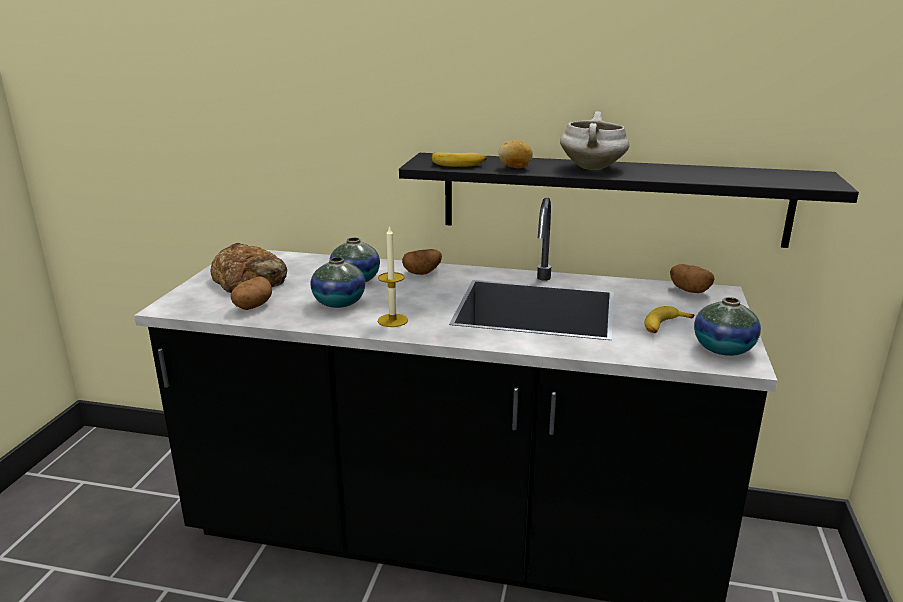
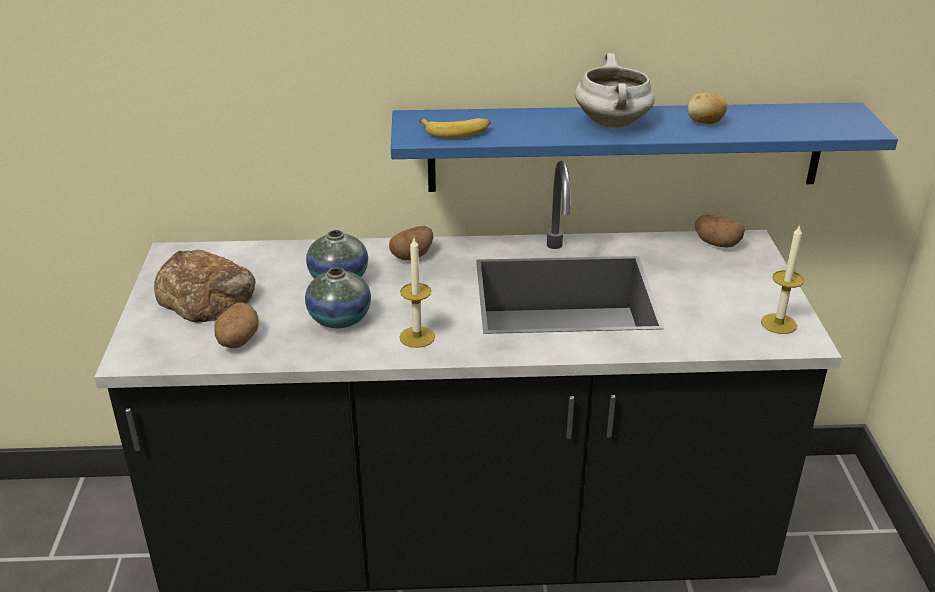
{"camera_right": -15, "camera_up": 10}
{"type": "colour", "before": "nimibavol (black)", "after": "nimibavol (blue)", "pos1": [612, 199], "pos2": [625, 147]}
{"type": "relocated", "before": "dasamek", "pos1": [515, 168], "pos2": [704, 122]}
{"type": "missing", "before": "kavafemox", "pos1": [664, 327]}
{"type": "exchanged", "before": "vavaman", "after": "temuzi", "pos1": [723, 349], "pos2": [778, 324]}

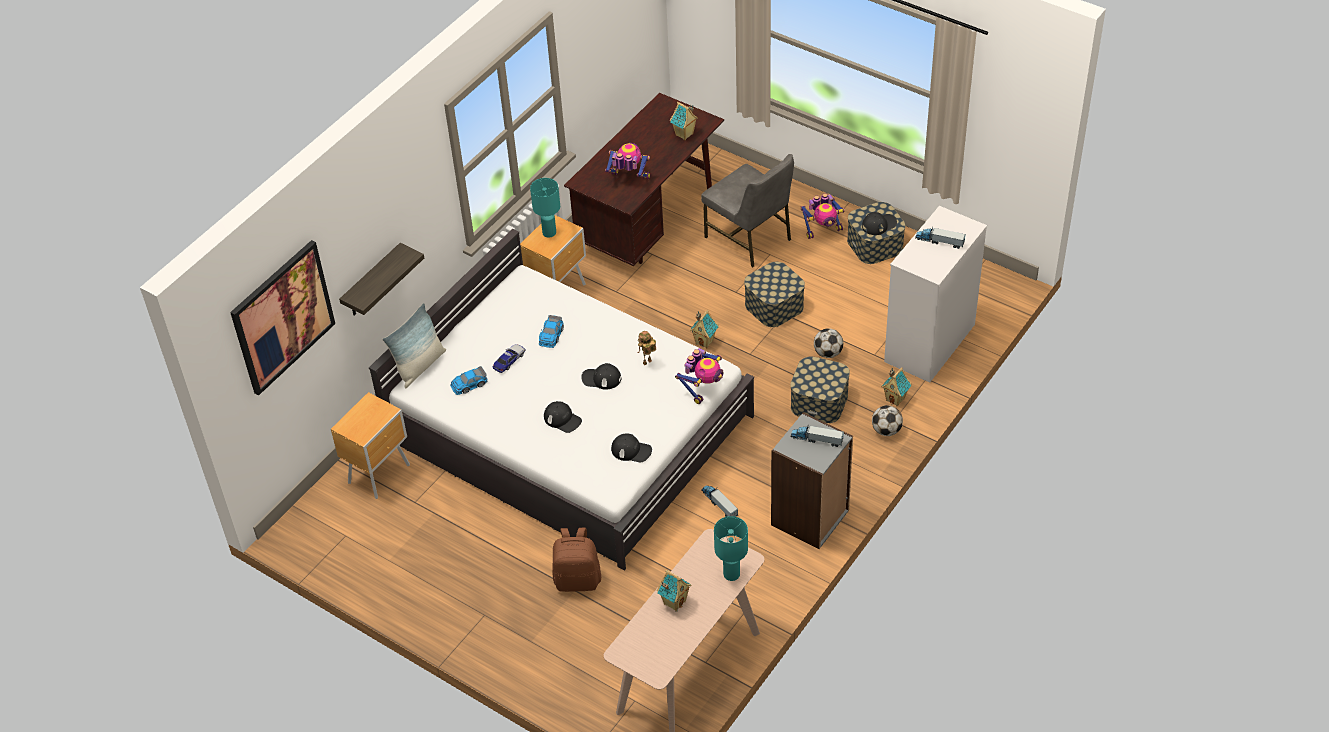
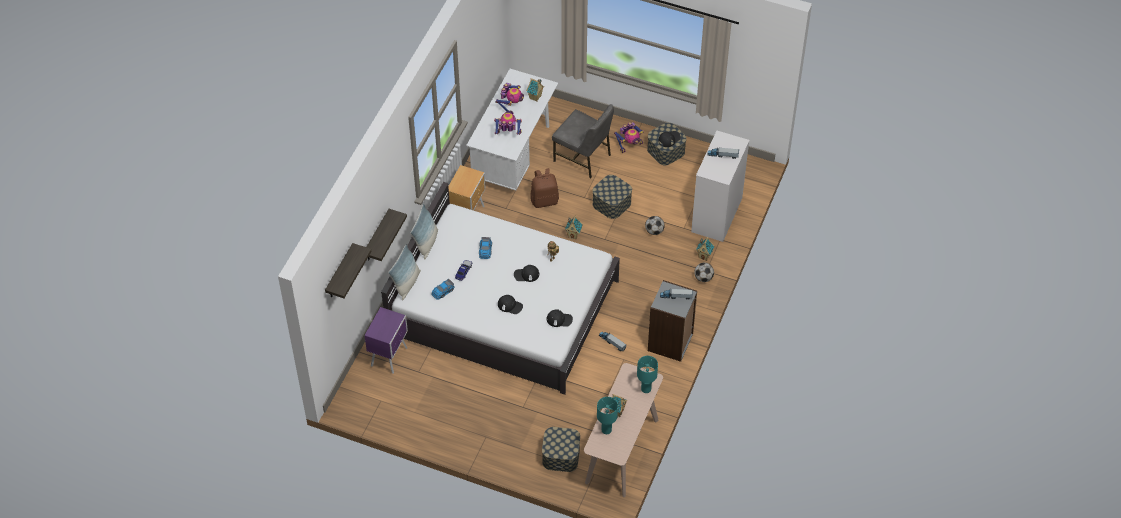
{"camera_right": -15, "camera_up": 5}
{"type": "exchanged", "before": "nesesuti", "after": "nimibavol", "pos1": [282, 317], "pos2": [339, 273]}
{"type": "colour", "before": "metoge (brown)", "after": "metoge (purple)", "pos1": [380, 473], "pos2": [390, 356]}
{"type": "relocated", "before": "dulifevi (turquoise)", "pos1": [549, 233], "pos2": [606, 430]}
{"type": "relocated", "before": "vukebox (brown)", "pos1": [577, 579], "pos2": [544, 200]}
{"type": "colour", "before": "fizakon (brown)", "after": "fizakon (white)", "pos1": [649, 223], "pos2": [514, 156]}
{"type": "relocated", "before": "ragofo", "pos1": [703, 388], "pos2": [511, 106]}
{"type": "relocated", "before": "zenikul", "pos1": [819, 401], "pos2": [561, 455]}
{"type": "appeared", "after": "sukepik", "pos2": [426, 243]}

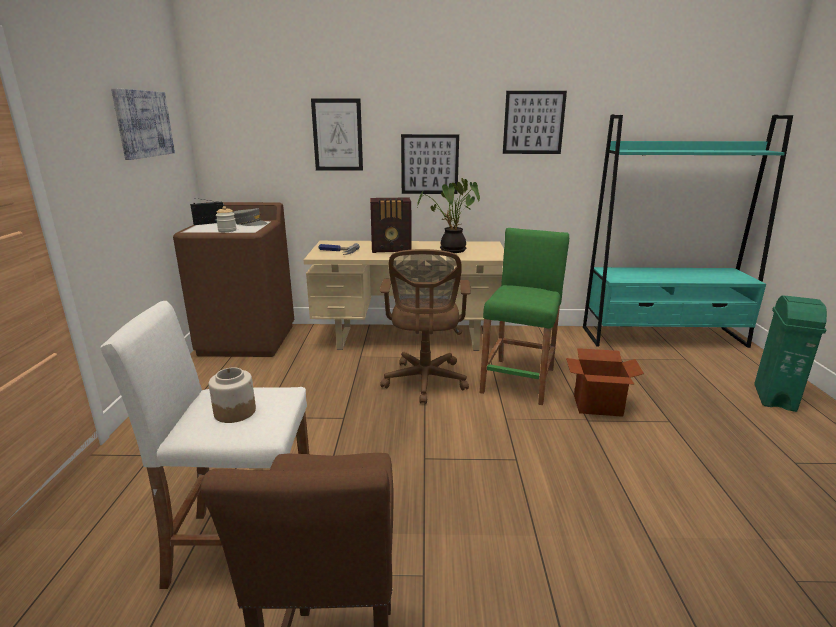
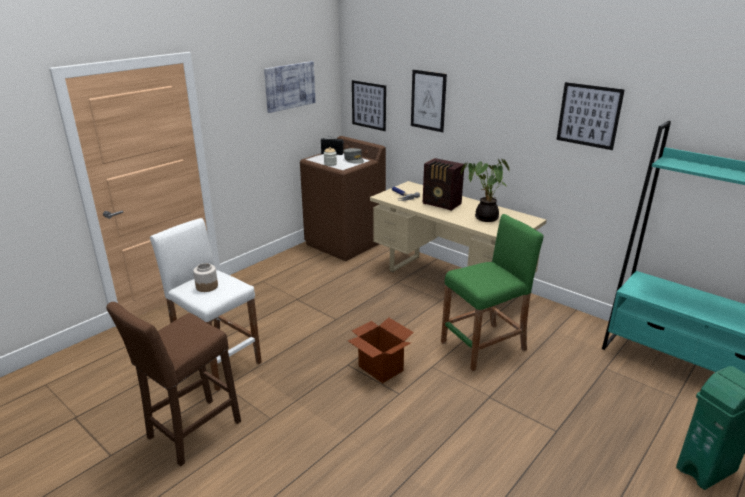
{"camera_right": 40, "camera_up": 5}
{"type": "missing", "before": "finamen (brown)", "pos1": [425, 382]}
{"type": "relocated", "before": "nesesuti", "pos1": [429, 164], "pos2": [369, 105]}
{"type": "relocated", "before": "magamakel", "pos1": [597, 406], "pos2": [380, 368]}

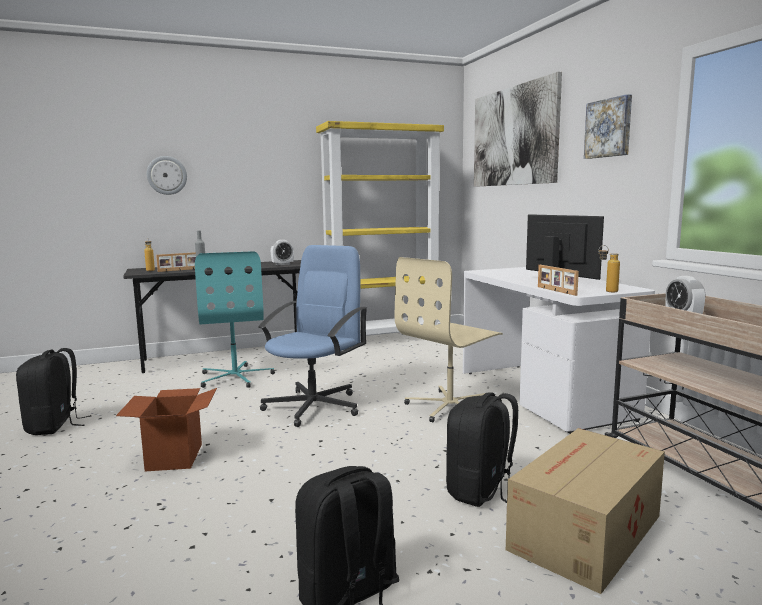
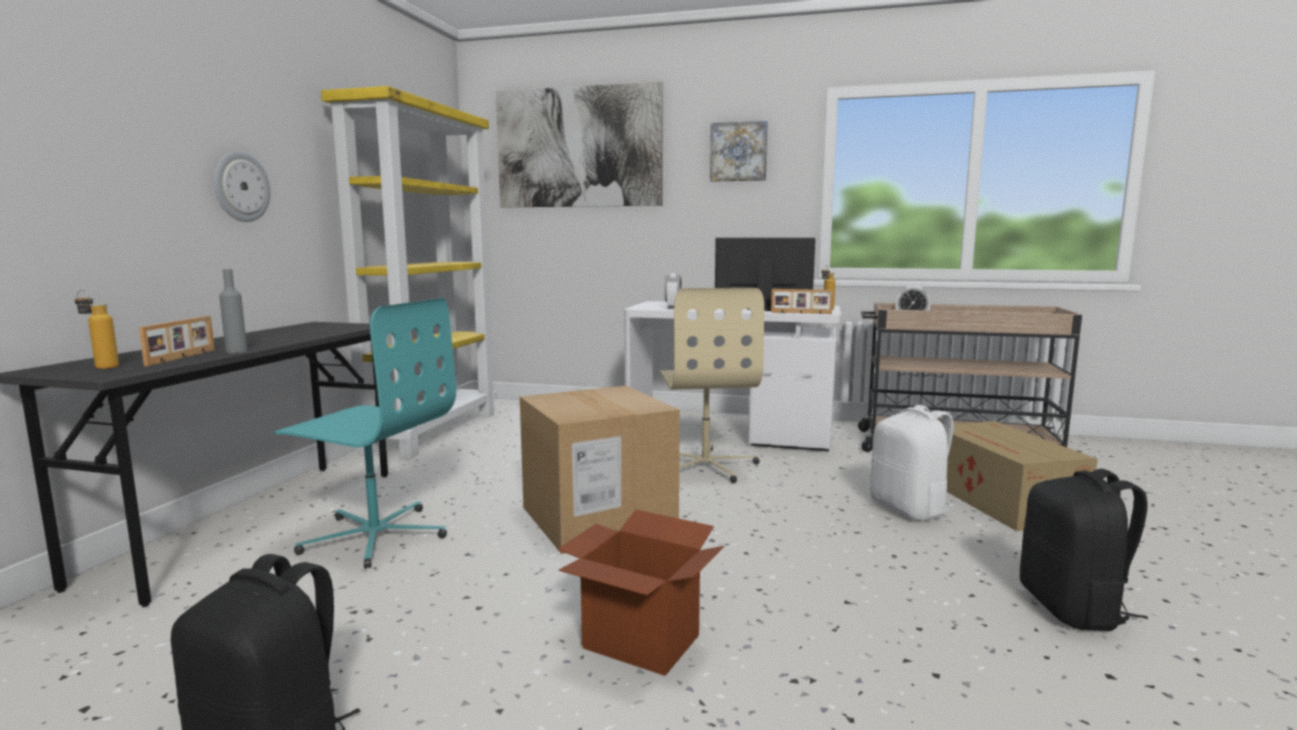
{"camera_right": -55, "camera_up": 0}
{"type": "relocated", "before": "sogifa", "pos1": [167, 175], "pos2": [241, 187]}
{"type": "exchanged", "before": "finamen (blue)", "after": "magamakel", "pos1": [314, 406], "pos2": [598, 518]}
{"type": "relocated", "before": "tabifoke", "pos1": [282, 264], "pos2": [673, 308]}
{"type": "colour", "before": "vukebox (black)", "after": "vukebox (white)", "pos1": [481, 492], "pos2": [910, 509]}

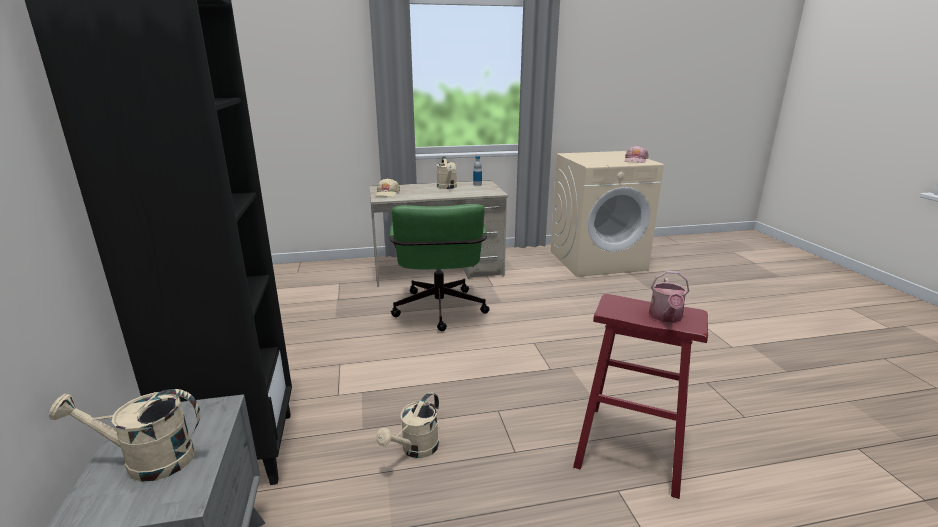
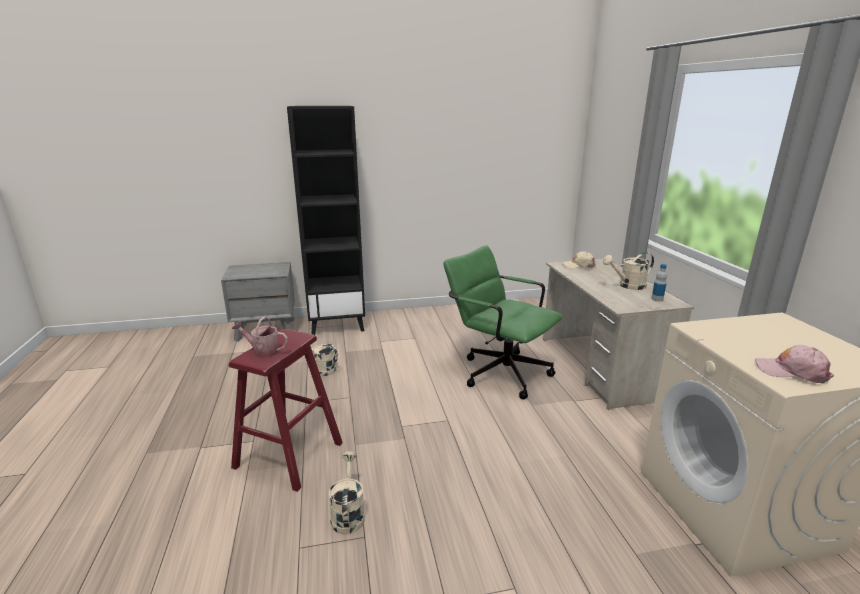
{"camera_right": 90, "camera_up": 0}
{"type": "relocated", "before": "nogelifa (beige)", "pos1": [148, 460], "pos2": [348, 513]}
{"type": "spun", "before": "finamen (green)", "pos1": [439, 313], "pos2": [498, 371], "turn": 45}

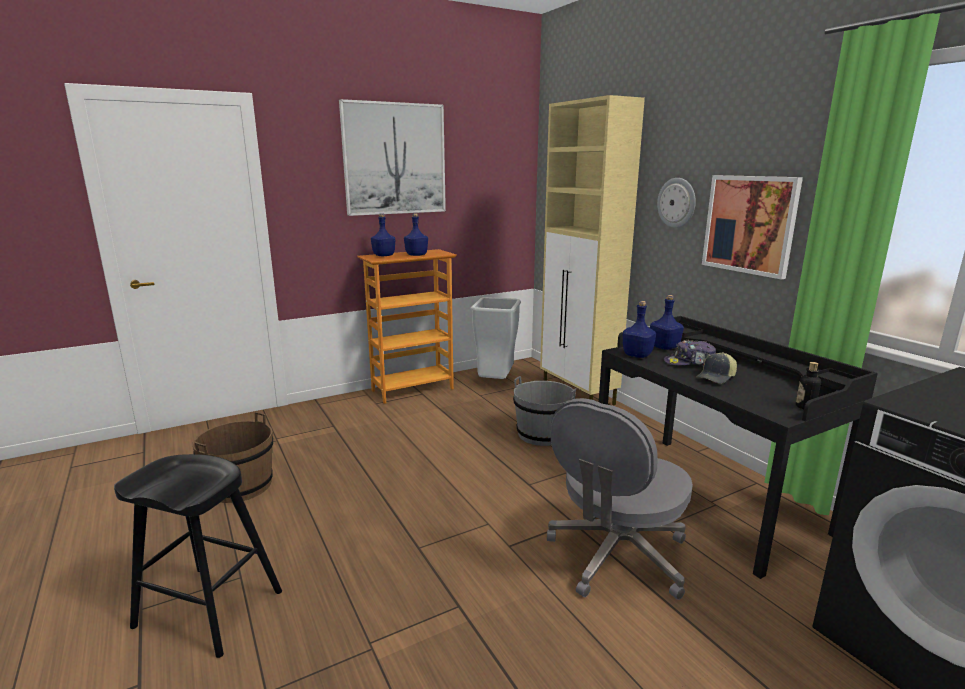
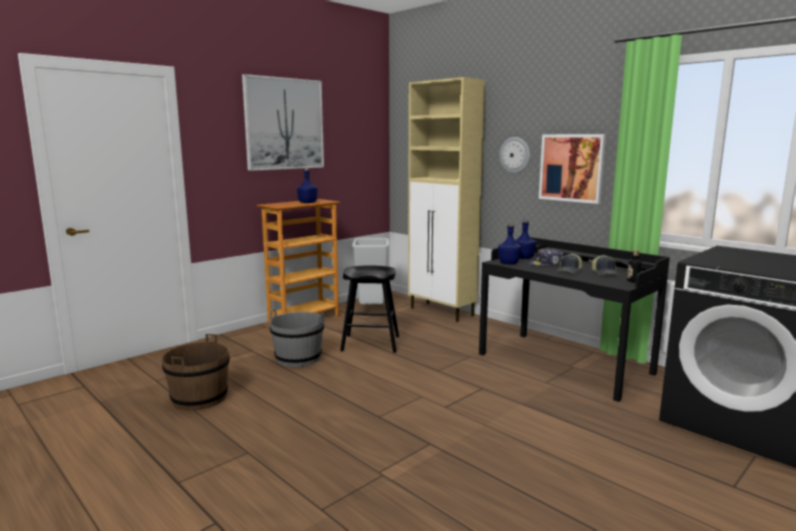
{"camera_right": -15, "camera_up": -5}
{"type": "relocated", "before": "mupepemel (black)", "pos1": [208, 609], "pos2": [370, 343]}
{"type": "missing", "before": "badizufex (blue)", "pos1": [383, 255]}
{"type": "relocated", "before": "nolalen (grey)", "pos1": [542, 434], "pos2": [298, 358]}
{"type": "missing", "before": "finamen (grey)", "pos1": [616, 556]}
{"type": "appeared", "after": "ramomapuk", "pos2": [605, 273]}

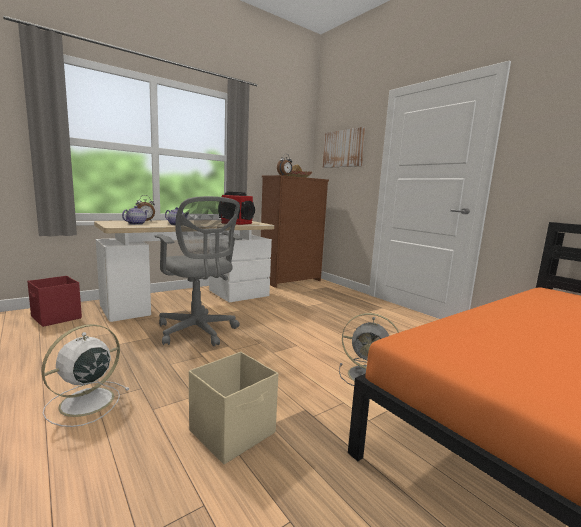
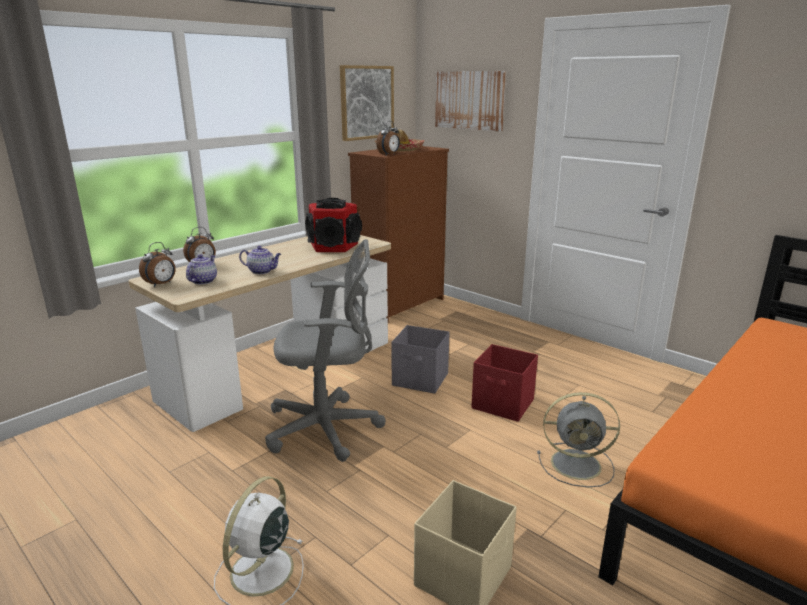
{"camera_right": -10, "camera_up": 10}
{"type": "relocated", "before": "zenikul (red)", "pos1": [56, 318], "pos2": [503, 404]}
{"type": "spun", "before": "finamen (grey)", "pos1": [198, 332], "pos2": [328, 428], "turn": -45}
{"type": "appeared", "after": "tabifoke", "pos2": [161, 284]}
{"type": "appeared", "after": "nesesuti", "pos2": [366, 102]}
{"type": "appeared", "after": "zenikul (grey)", "pos2": [421, 380]}

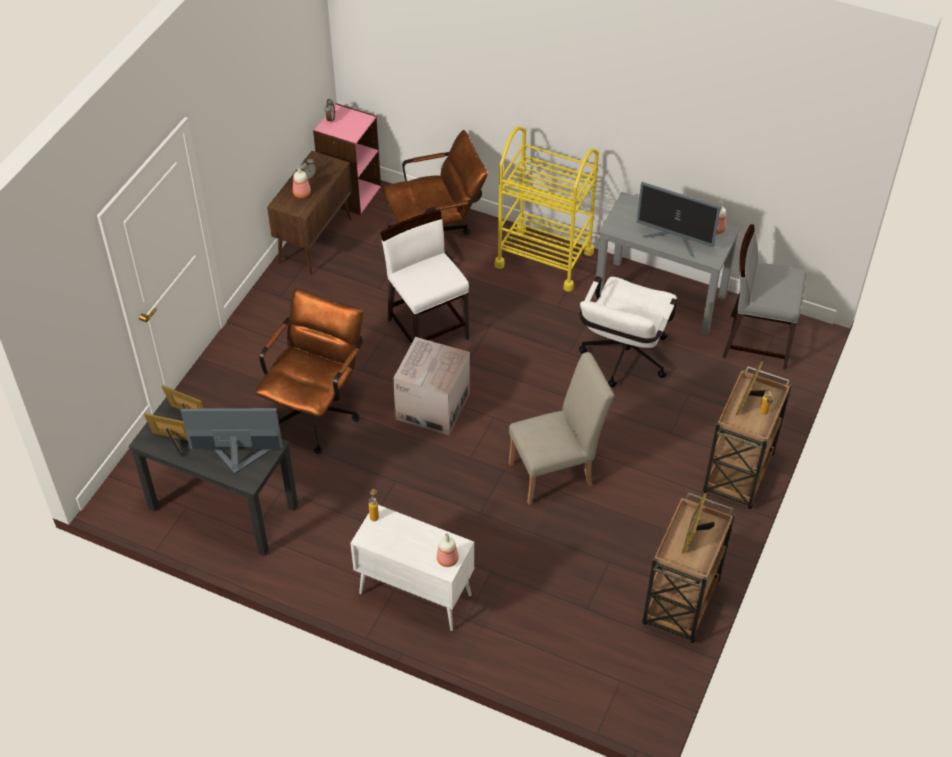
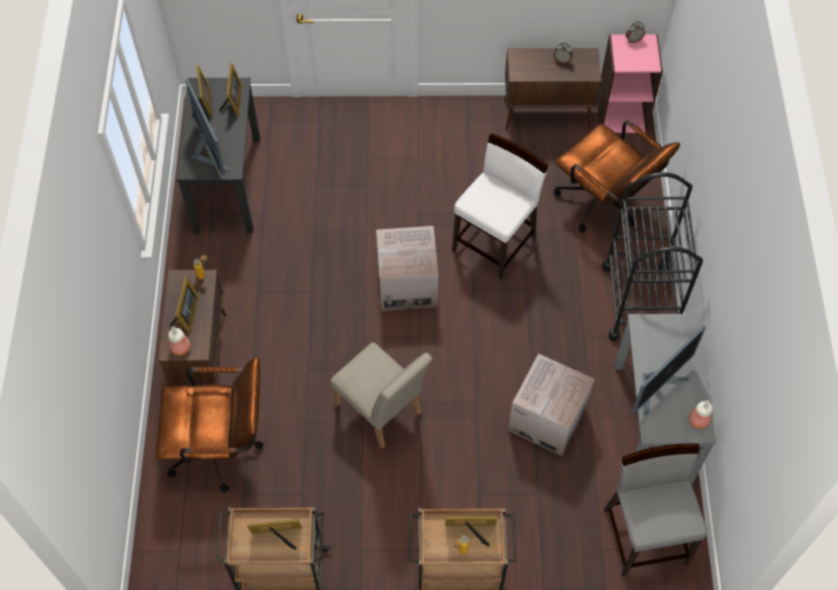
{"camera_right": 65, "camera_up": 10}
{"type": "relocated", "before": "finamen (brown)", "pos1": [316, 410], "pos2": [222, 448]}
{"type": "missing", "before": "badizufex", "pos1": [301, 193]}
{"type": "colour", "before": "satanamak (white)", "after": "satanamak (brown)", "pos1": [414, 594], "pos2": [202, 354]}
{"type": "colour", "before": "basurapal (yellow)", "after": "basurapal (black)", "pos1": [544, 259], "pos2": [639, 301]}
{"type": "exchanged", "before": "finamen (white)", "after": "magamakel", "pos1": [622, 361], "pos2": [547, 419]}
{"type": "spun", "before": "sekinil", "pos1": [674, 240], "pos2": [658, 386], "turn": -135}
{"type": "appeared", "after": "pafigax", "pos2": [187, 315]}

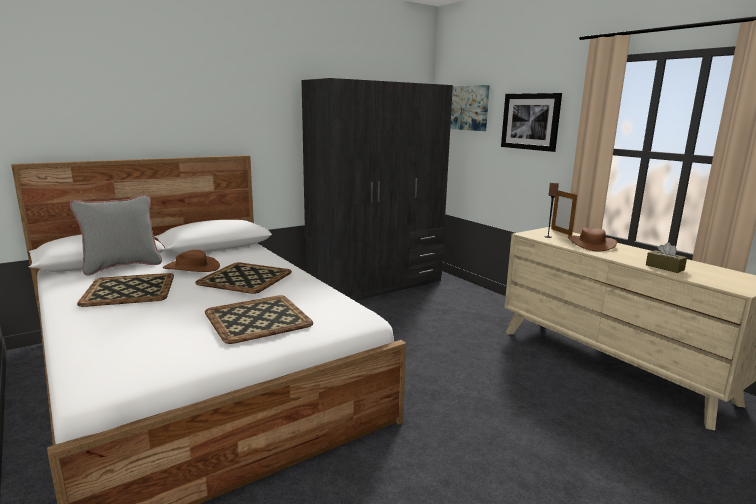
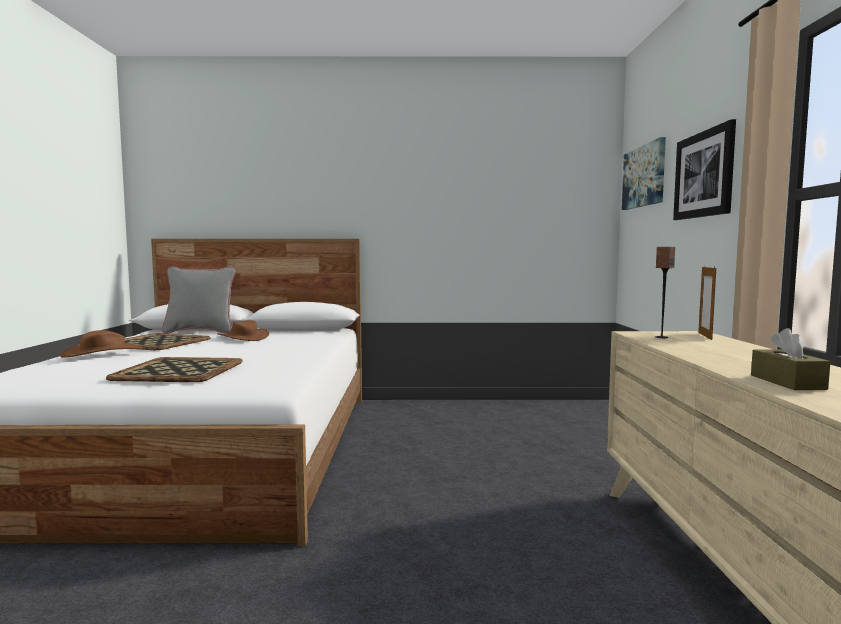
{"camera_right": 35, "camera_up": -10}
{"type": "missing", "before": "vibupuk", "pos1": [245, 278]}
{"type": "missing", "before": "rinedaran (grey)", "pos1": [376, 285]}
{"type": "relocated", "before": "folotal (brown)", "pos1": [591, 244], "pos2": [103, 352]}

